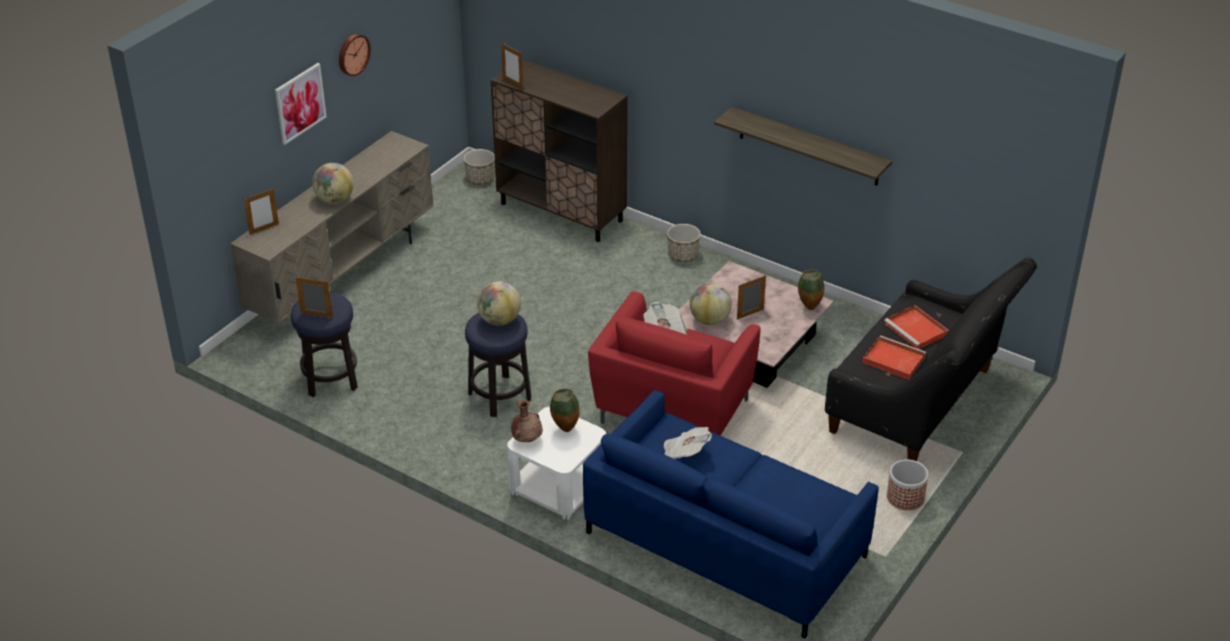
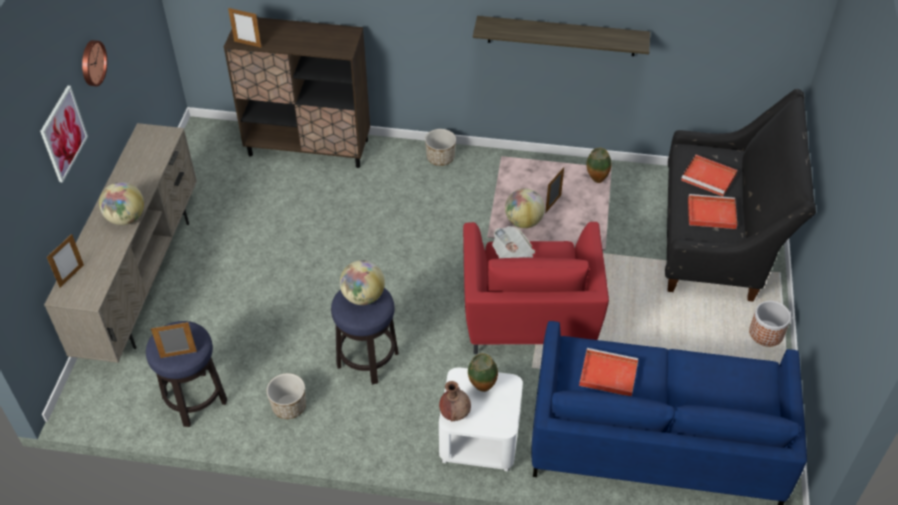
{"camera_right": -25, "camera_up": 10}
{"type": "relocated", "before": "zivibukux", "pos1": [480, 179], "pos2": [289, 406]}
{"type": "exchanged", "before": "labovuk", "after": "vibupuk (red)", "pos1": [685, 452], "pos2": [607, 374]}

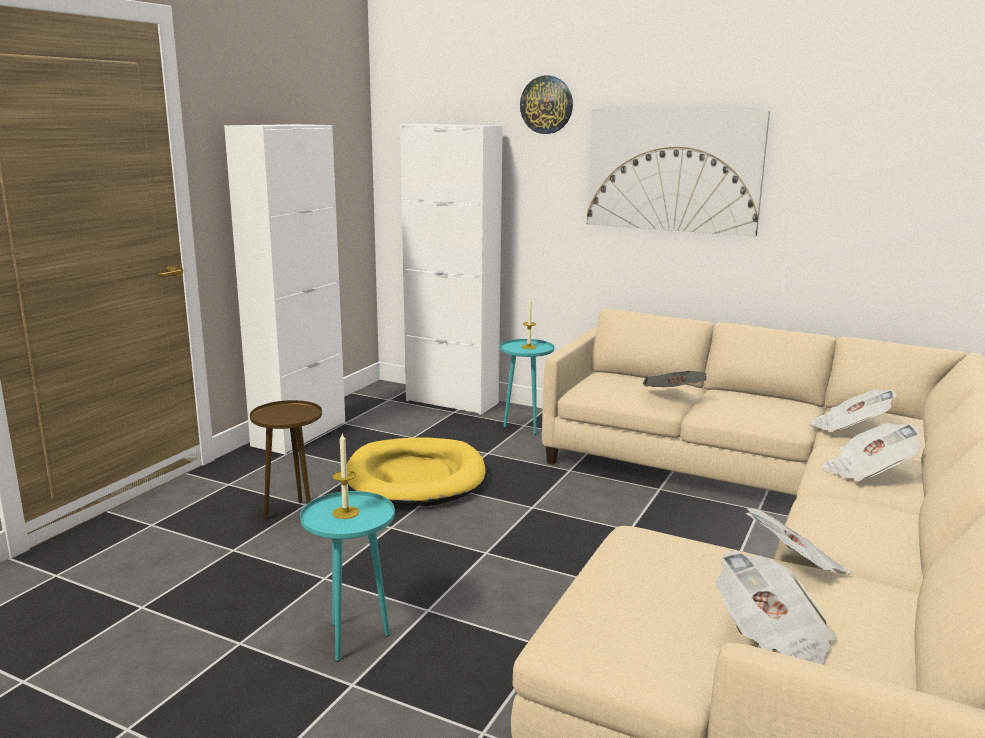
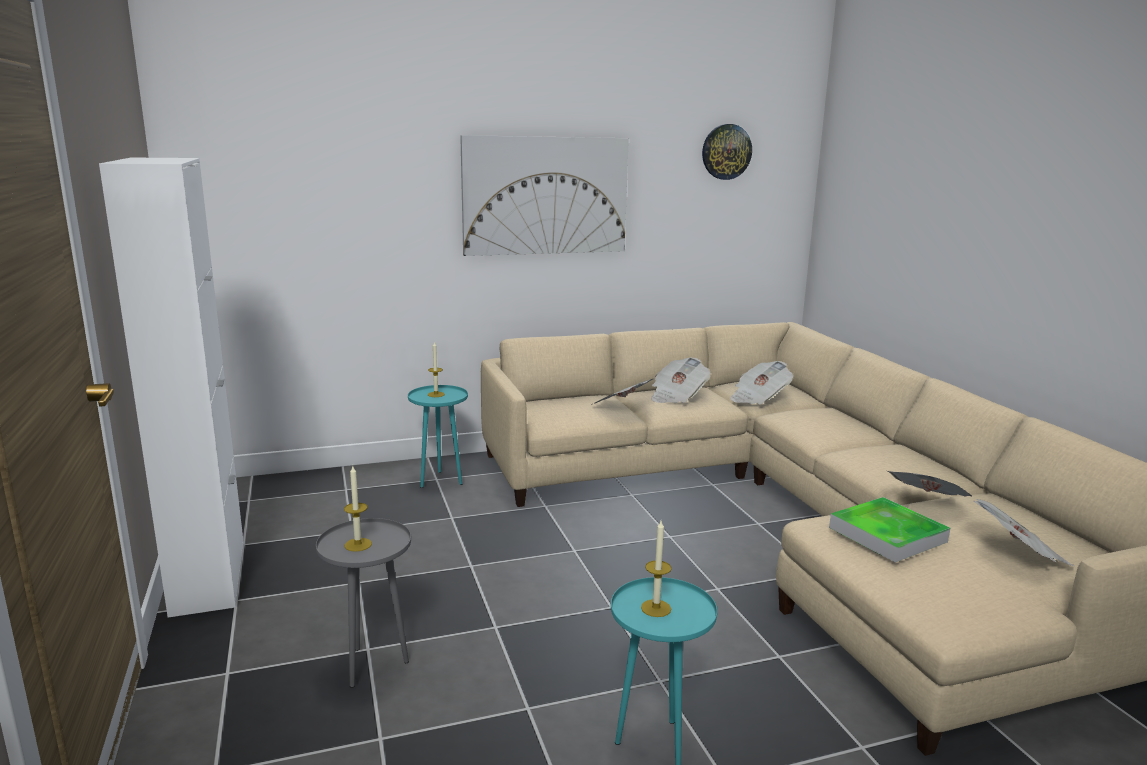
{"camera_right": -45, "camera_up": 0}
{"type": "colour", "before": "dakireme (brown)", "after": "dakireme (grey)", "pos1": [292, 513], "pos2": [372, 665]}
{"type": "missing", "before": "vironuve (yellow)", "pos1": [416, 477]}
{"type": "missing", "before": "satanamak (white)", "pos1": [452, 402]}
{"type": "relocated", "before": "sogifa", "pos1": [546, 105], "pos2": [726, 152]}
{"type": "relocated", "before": "labovuk", "pos1": [867, 472], "pos2": [677, 396]}
{"type": "appeared", "after": "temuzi", "pos2": [358, 544]}
{"type": "appeared", "after": "vibupuk", "pos2": [887, 534]}

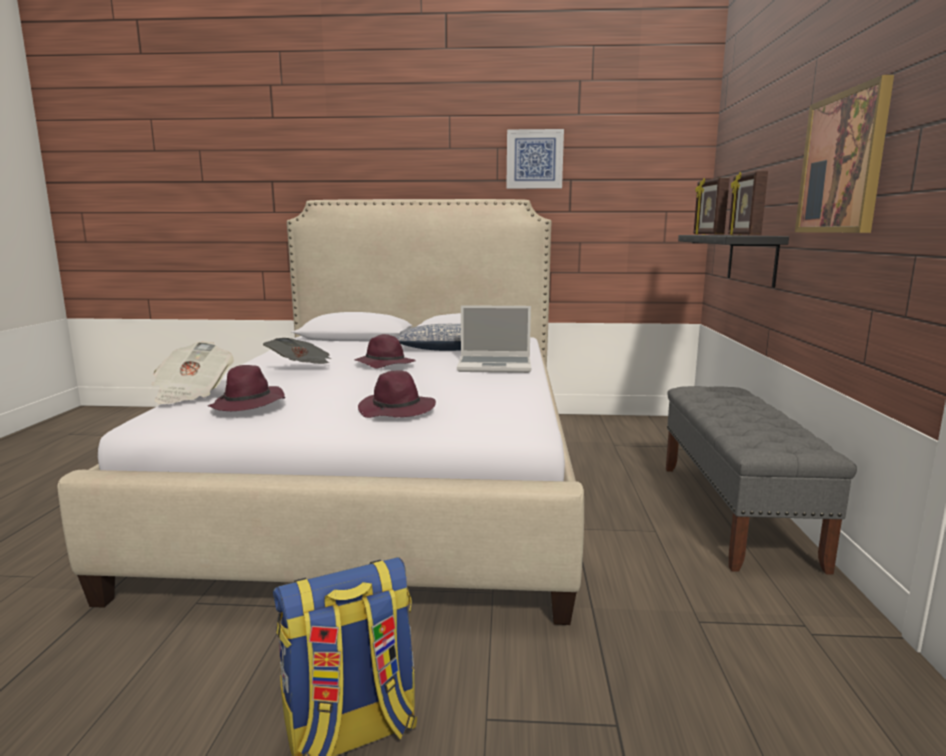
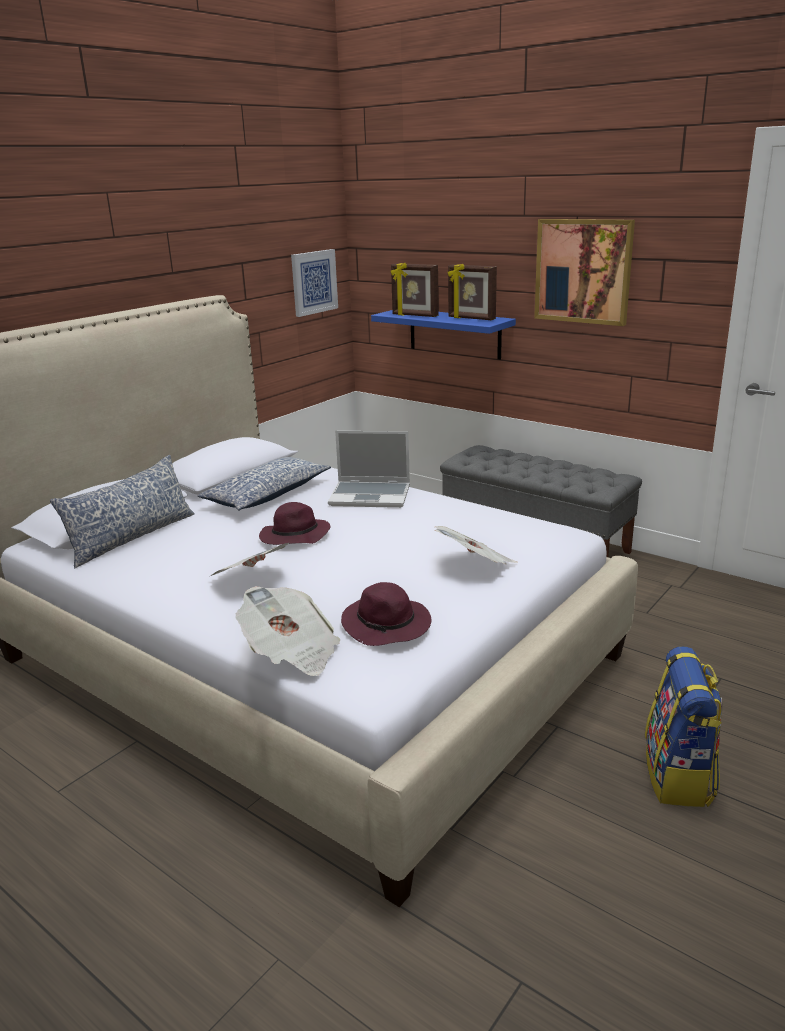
{"camera_right": -55, "camera_up": 10}
{"type": "exchanged", "before": "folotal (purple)", "after": "labovuk", "pos1": [397, 411], "pos2": [476, 566]}
{"type": "spun", "before": "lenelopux", "pos1": [495, 366], "pos2": [371, 496], "turn": 60}
{"type": "relocated", "before": "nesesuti", "pos1": [534, 159], "pos2": [314, 282]}
{"type": "colour", "before": "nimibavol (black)", "after": "nimibavol (blue)", "pos1": [752, 259], "pos2": [454, 333]}
{"type": "appeared", "after": "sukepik", "pos2": [132, 537]}

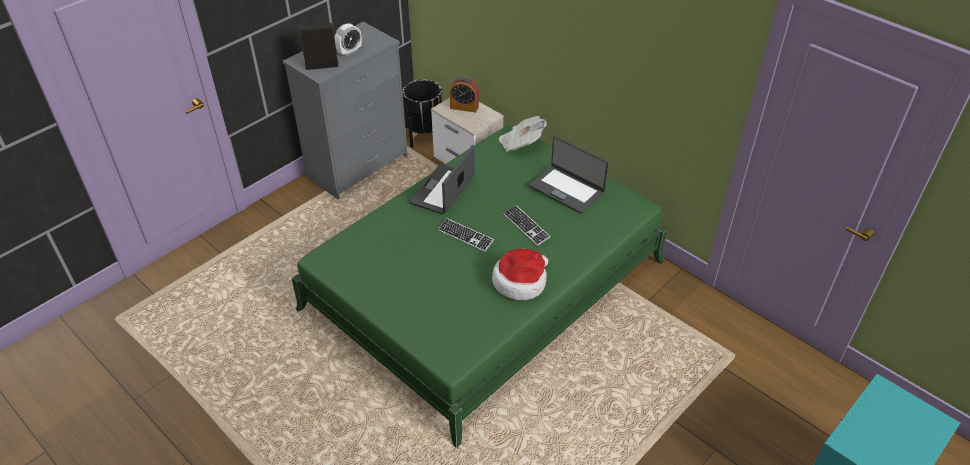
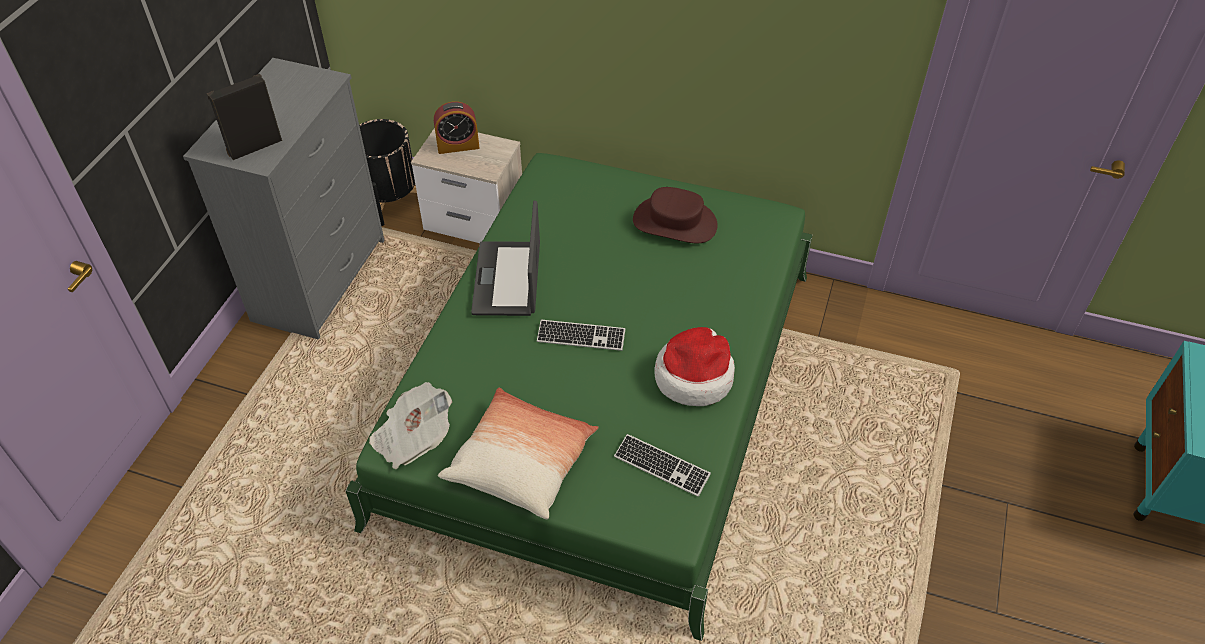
{"camera_right": -25, "camera_up": 5}
{"type": "missing", "before": "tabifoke", "pos1": [349, 51]}
{"type": "relocated", "before": "labovuk", "pos1": [521, 143], "pos2": [413, 438]}
{"type": "relocated", "before": "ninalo", "pos1": [526, 226], "pos2": [661, 466]}
{"type": "exchanged", "before": "lenelopux", "after": "folotal (brown)", "pos1": [567, 189], "pos2": [675, 222]}
{"type": "appeared", "after": "sukepik", "pos2": [521, 463]}

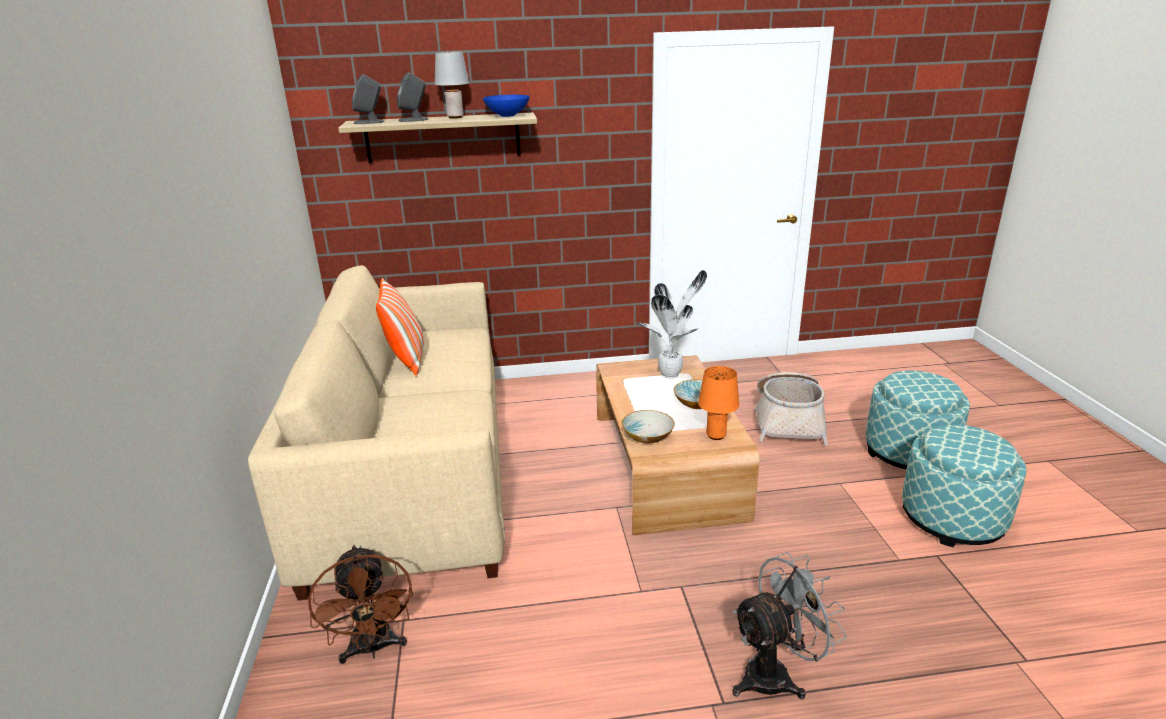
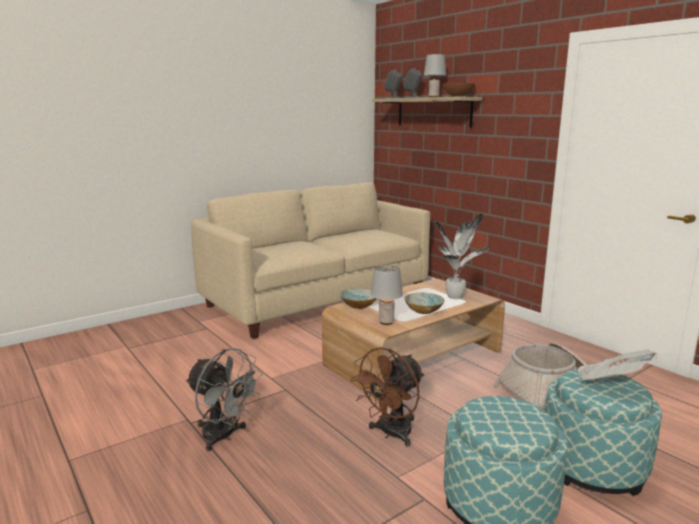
{"camera_right": 60, "camera_up": -10}
{"type": "relocated", "before": "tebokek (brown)", "pos1": [373, 649], "pos2": [391, 434]}
{"type": "missing", "before": "sukepik", "pos1": [406, 359]}
{"type": "colour", "before": "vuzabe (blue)", "after": "vuzabe (brown)", "pos1": [508, 115], "pos2": [458, 96]}
{"type": "colour", "before": "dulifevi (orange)", "after": "dulifevi (grey)", "pos1": [716, 435], "pos2": [386, 322]}
{"type": "appeared", "after": "labovuk", "pos2": [610, 382]}

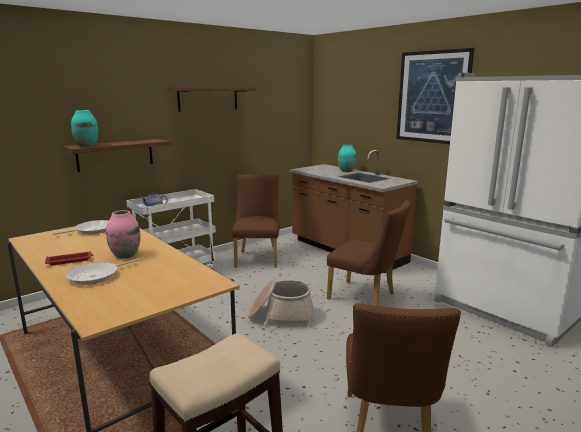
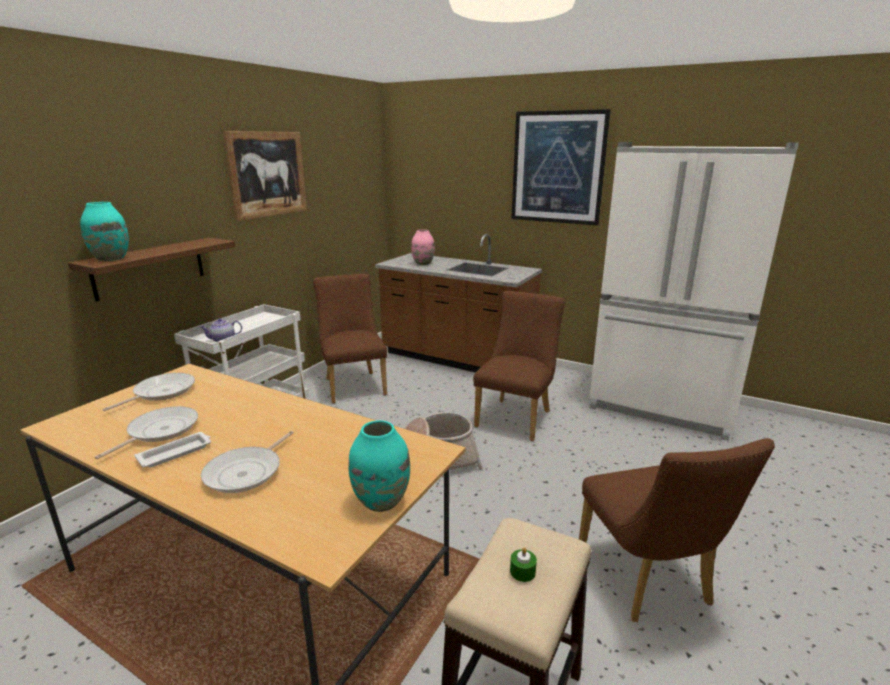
{"camera_right": -20, "camera_up": 5}
{"type": "colour", "before": "vibupuk (red)", "after": "vibupuk (white)", "pos1": [70, 260], "pos2": [176, 453]}
{"type": "relocated", "before": "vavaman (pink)", "pos1": [125, 255], "pos2": [423, 263]}
{"type": "exchanged", "before": "nimibavol (brown)", "after": "nesesuti", "pos1": [208, 98], "pos2": [267, 174]}
{"type": "spun", "before": "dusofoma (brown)", "pos1": [366, 297], "pos2": [516, 416], "turn": -75}
{"type": "relocated", "before": "vavaman (turquoise)", "pos1": [346, 171], "pos2": [381, 501]}
{"type": "appeared", "after": "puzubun", "pos2": [160, 431]}
{"type": "appeared", "after": "temuzi (green)", "pos2": [522, 571]}

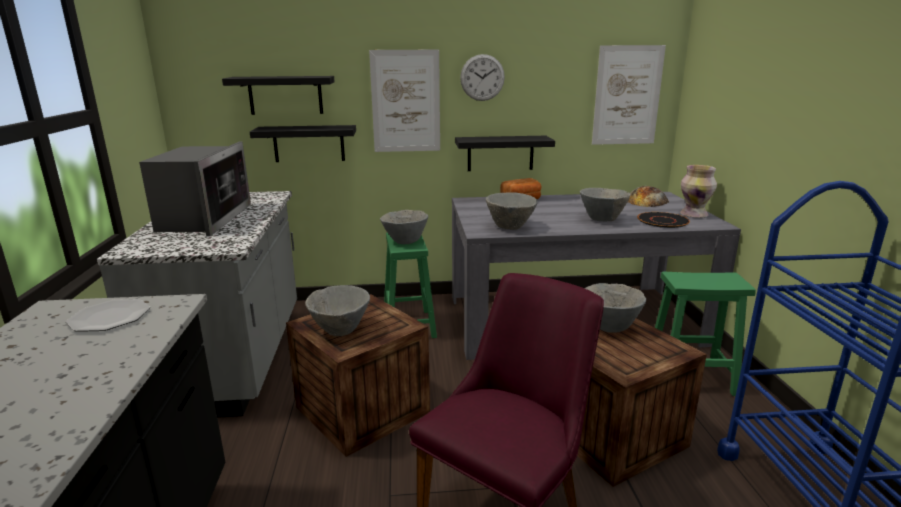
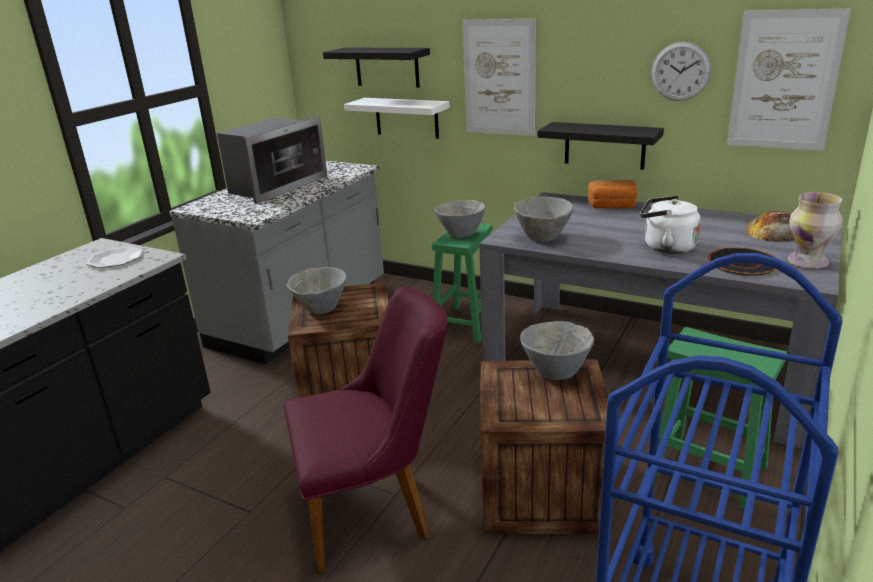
{"camera_right": 35, "camera_up": 5}
{"type": "colour", "before": "nimibavol (black)", "after": "nimibavol (white)", "pos1": [309, 143], "pos2": [406, 117]}
{"type": "relocated", "before": "sogifa", "pos1": [482, 77], "pos2": [680, 71]}
{"type": "exchanged", "before": "vuzabe (grey)", "after": "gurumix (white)", "pos1": [602, 219], "pos2": [665, 247]}

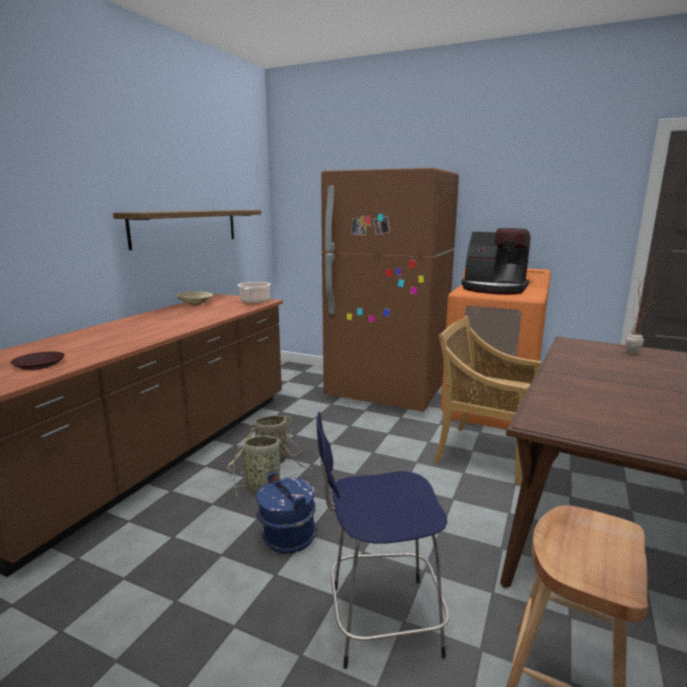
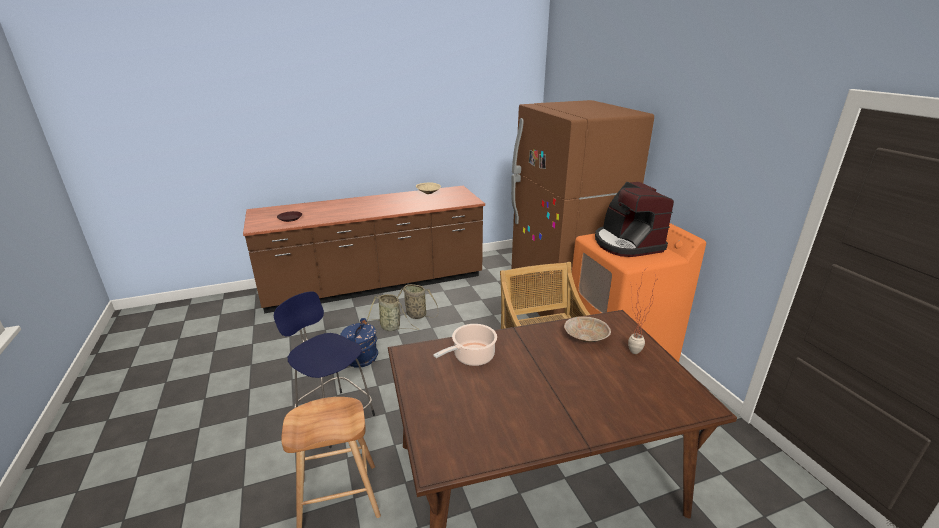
{"camera_right": 45, "camera_up": 10}
{"type": "missing", "before": "nimibavol", "pos1": [186, 227]}
{"type": "relocated", "before": "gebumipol", "pos1": [254, 302], "pos2": [471, 357]}
{"type": "appeared", "after": "vuzabe (beige)", "pos2": [585, 338]}

